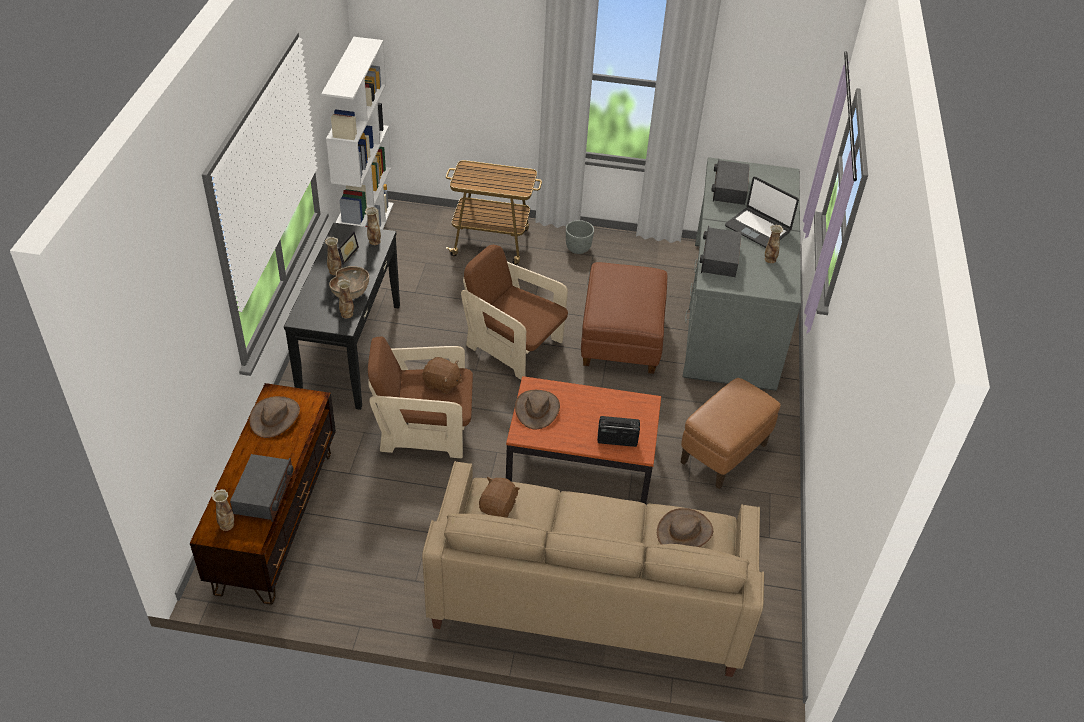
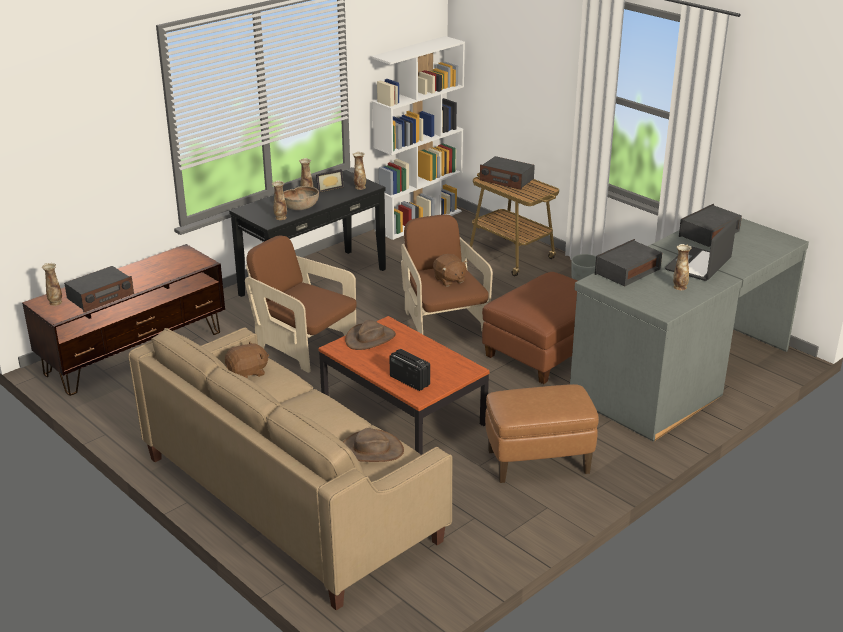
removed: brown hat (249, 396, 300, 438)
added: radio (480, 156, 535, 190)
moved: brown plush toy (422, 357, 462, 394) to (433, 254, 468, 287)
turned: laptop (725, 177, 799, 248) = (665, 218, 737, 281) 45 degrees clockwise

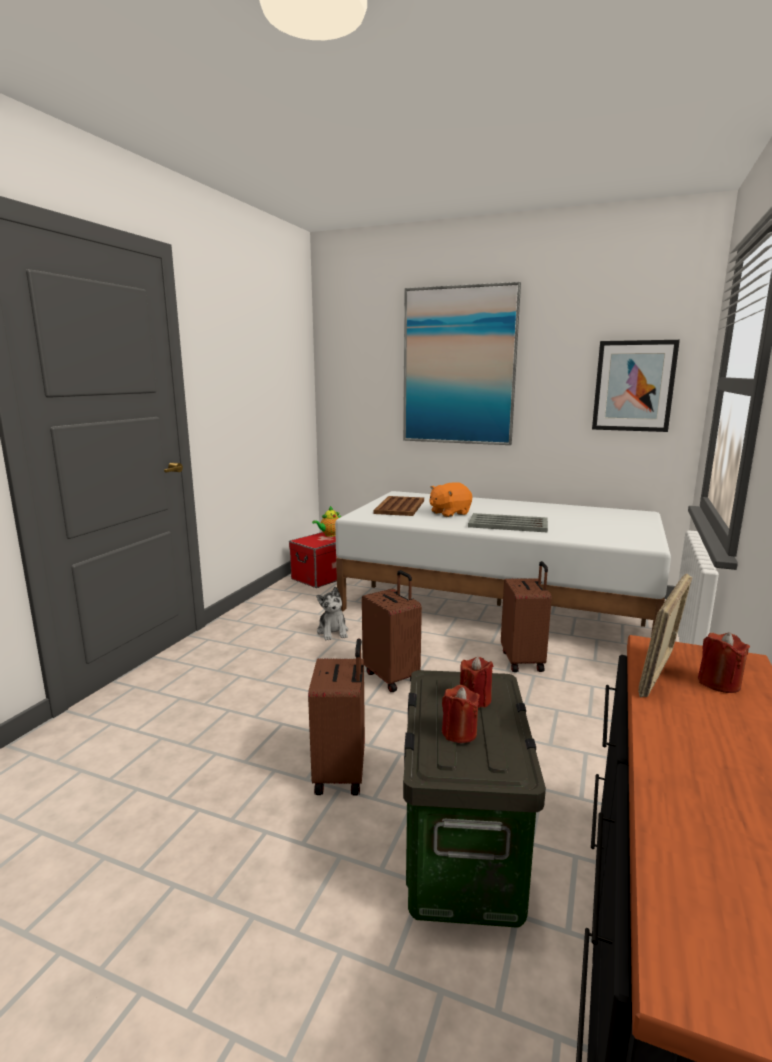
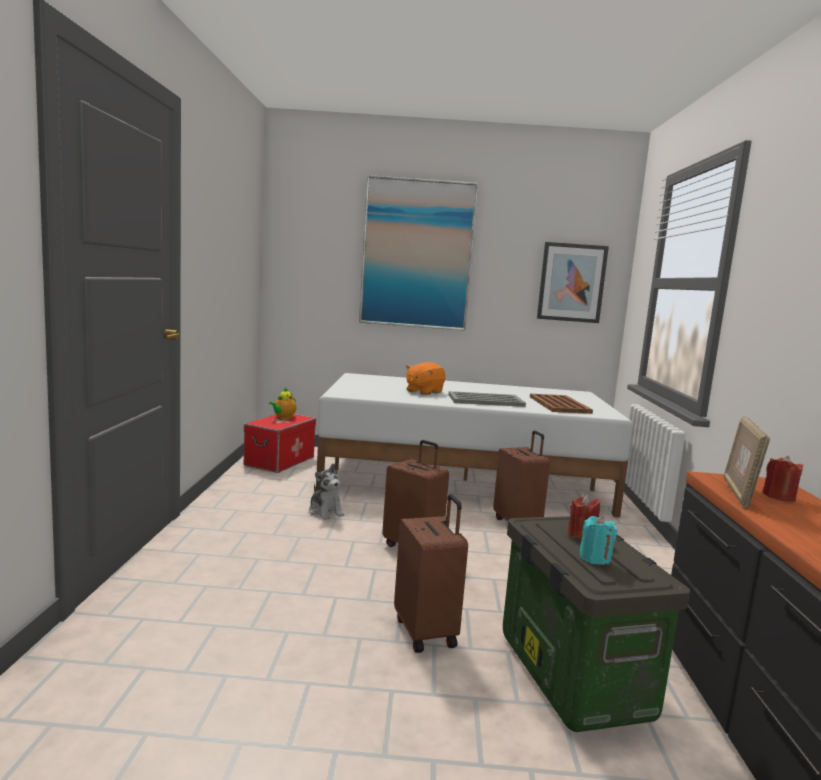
moved: brown tray (373, 496, 424, 516) to (530, 394, 593, 414)
recoloured: red candle (442, 685, 480, 743) to turquoise candle (579, 516, 617, 565)

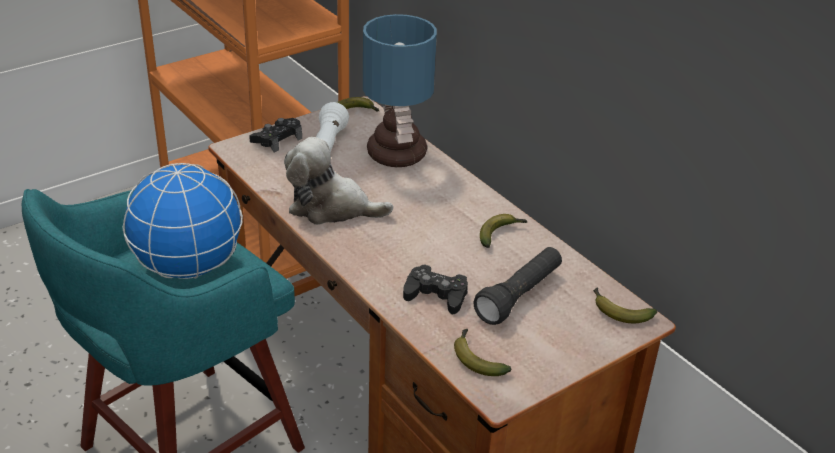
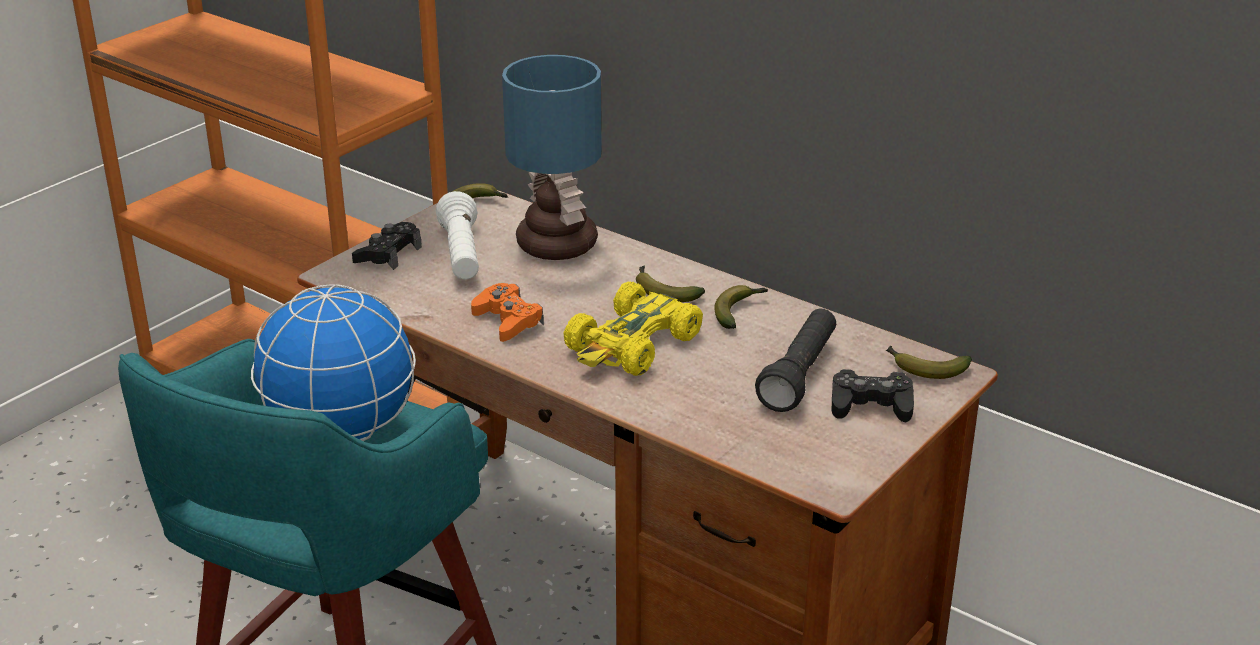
added: yellow toy car (563, 281, 703, 376)
moved: black game controller (403, 264, 468, 314) to (831, 369, 914, 422); banana (454, 329, 512, 376) to (636, 266, 705, 302)
replaced: plush toy (284, 137, 393, 225) to orange game controller (471, 283, 544, 342)

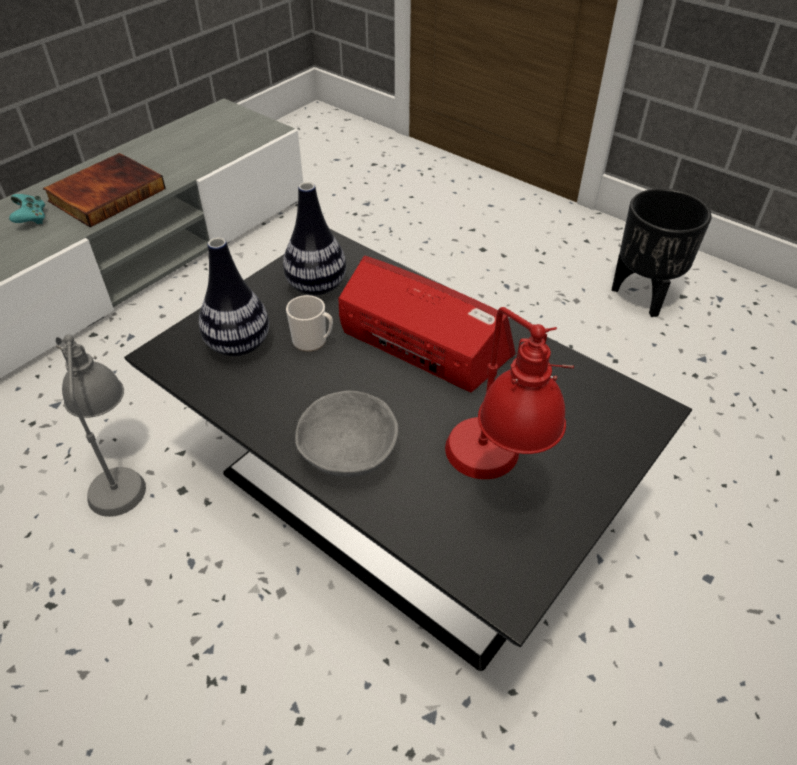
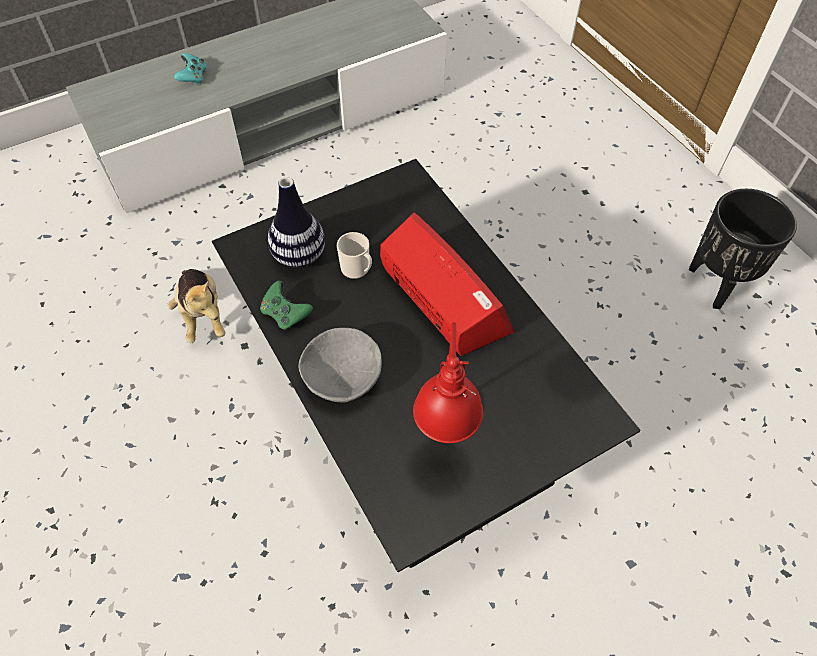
removed: book (43, 153, 166, 227); vase (283, 182, 346, 295)
added: green game controller (260, 280, 313, 330)
replaced: grey table lamp (56, 334, 146, 517) to plush toy (167, 269, 226, 343)

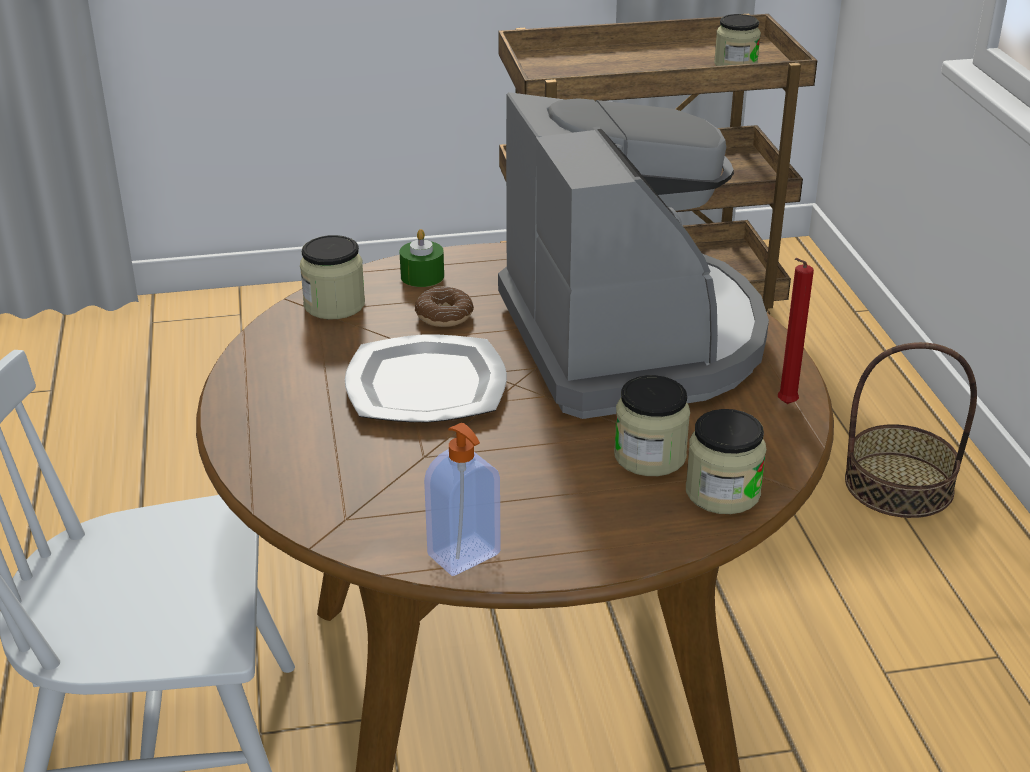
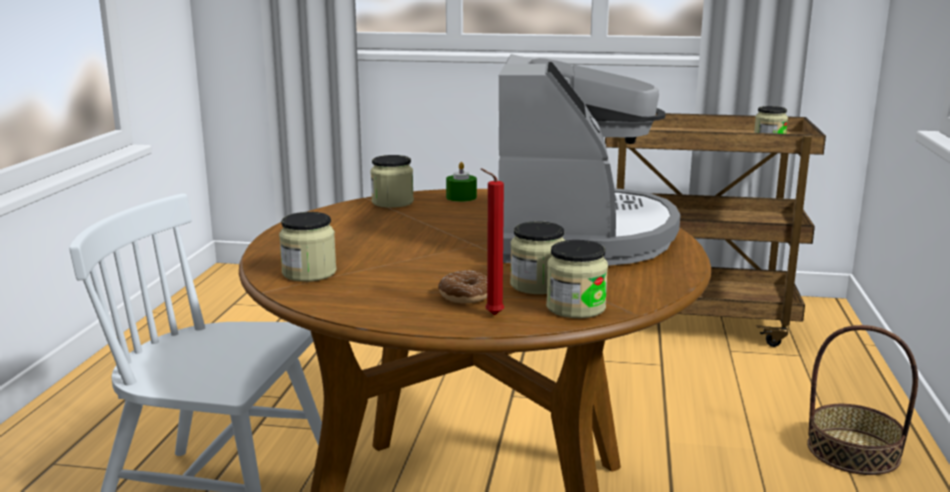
removed: plate (345, 334, 507, 422); soap dispenser (424, 423, 501, 576)
added: jar (279, 212, 337, 282)
moved: red candle (778, 258, 814, 404) to (481, 168, 504, 315); donut (415, 286, 474, 327) to (438, 270, 487, 303)

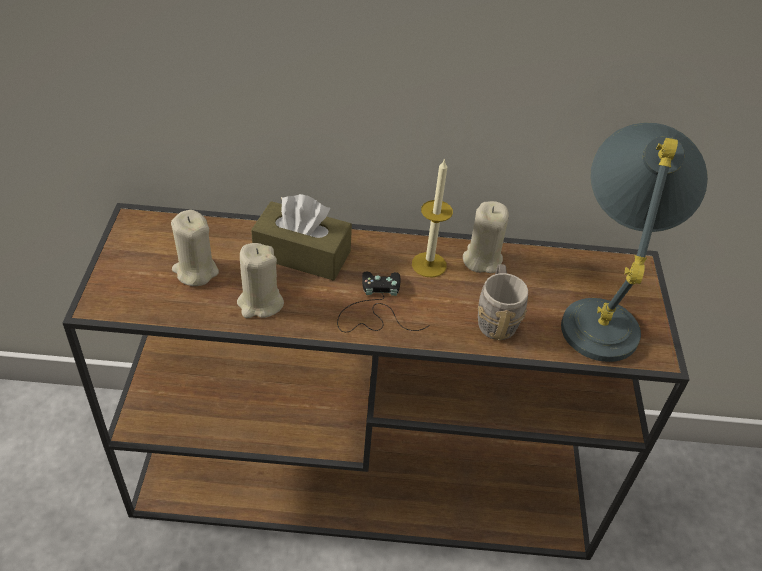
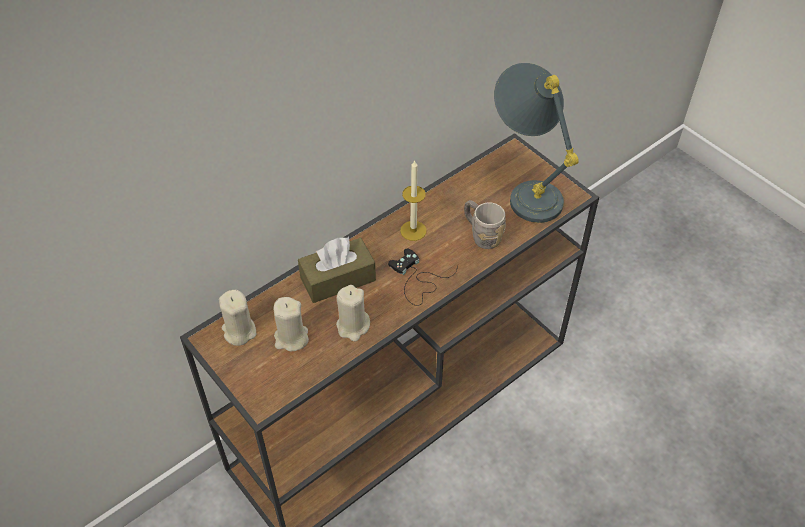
moved: beige candle (463, 201, 509, 273) to (219, 290, 256, 346)

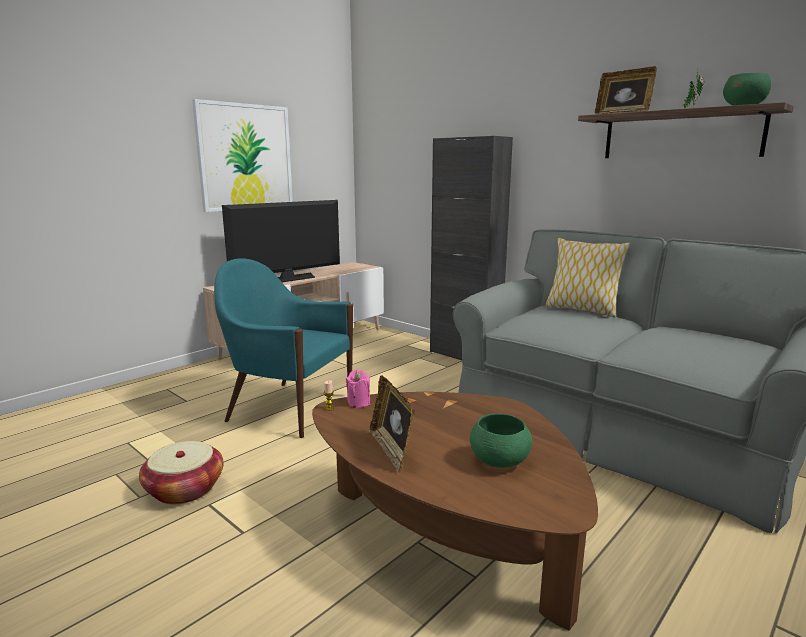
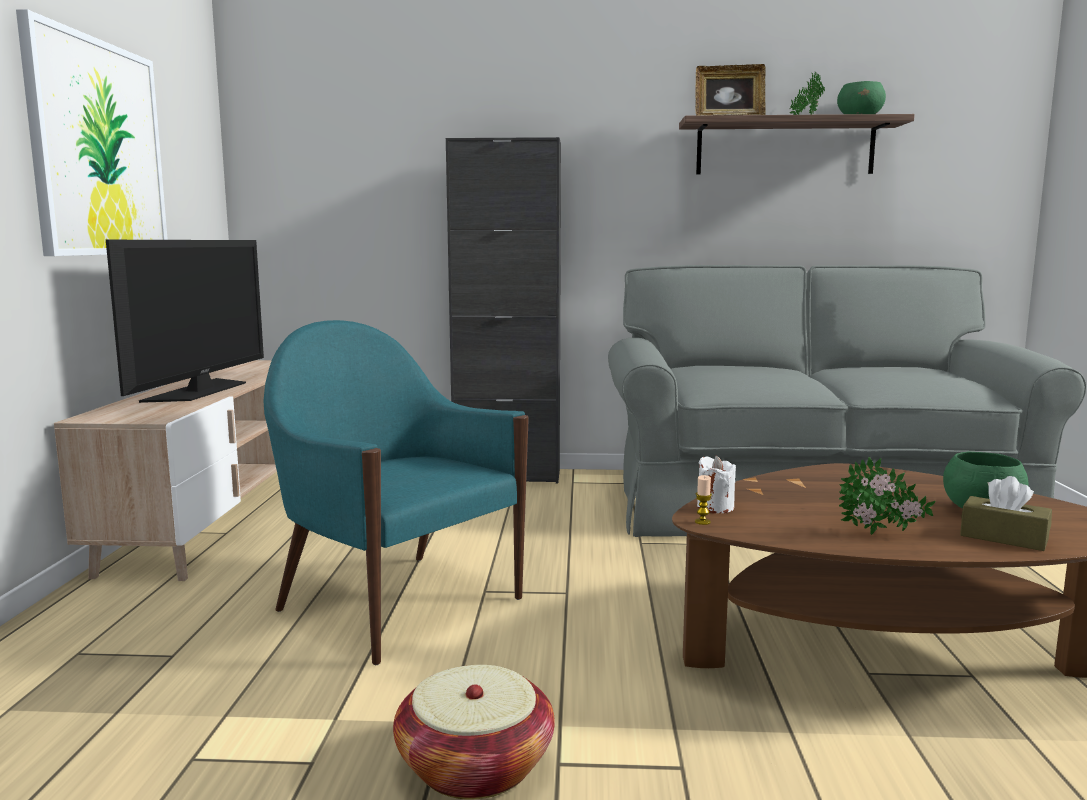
removed: pillow (545, 238, 630, 318)
added: brown tissue box (960, 476, 1052, 551)
replaced: picture frame (369, 375, 415, 472) to potted plant (839, 456, 935, 535)
recoloured: pink candle (346, 370, 370, 408) to white candle (697, 456, 736, 513)
turned: turquoise armchair (214, 258, 353, 438) = (264, 320, 529, 665) 60 degrees clockwise

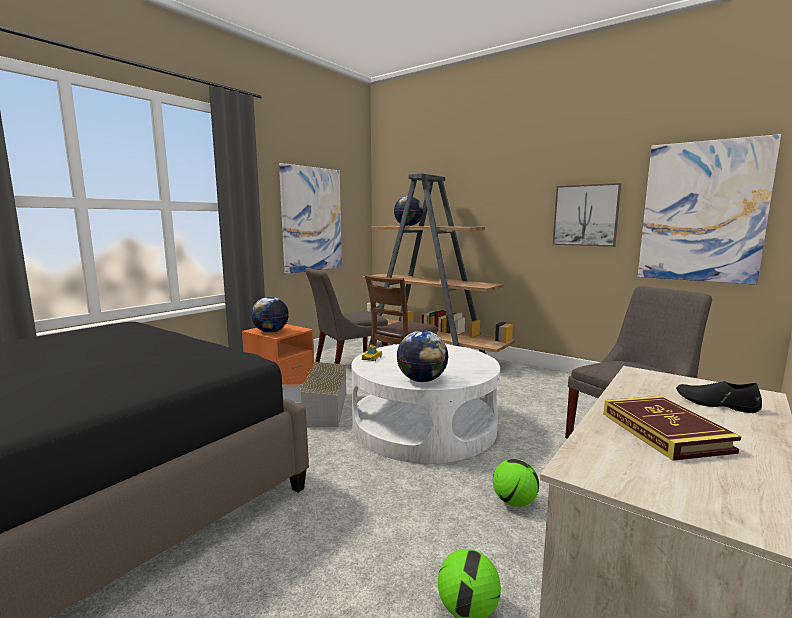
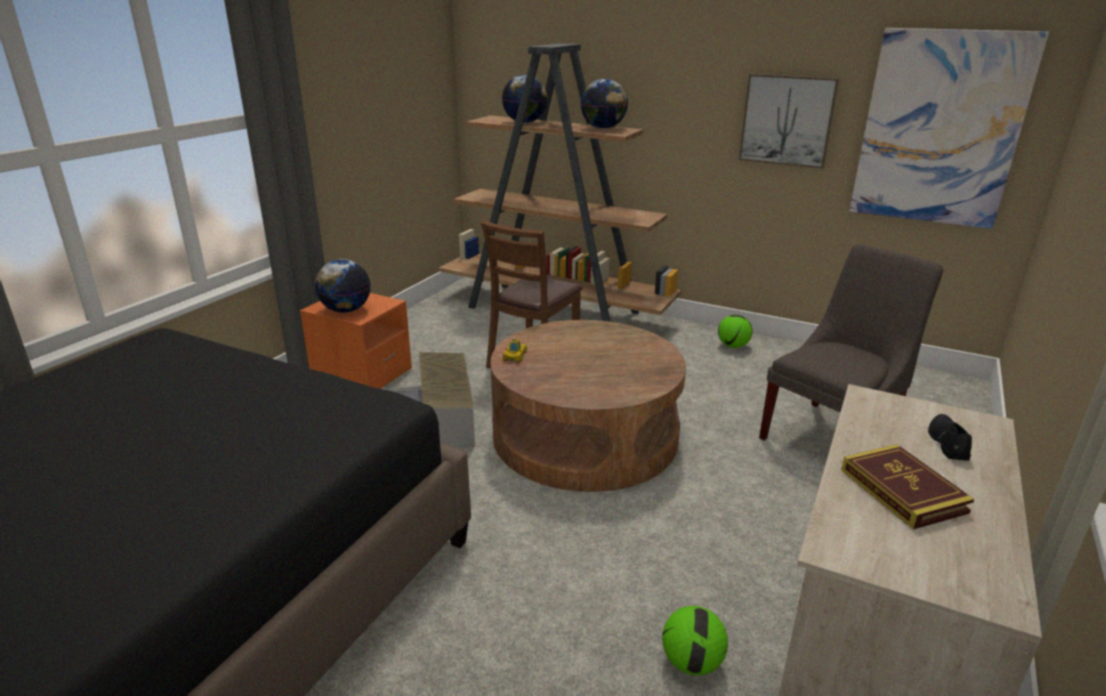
removed: picture (279, 163, 342, 274); grey chair (305, 268, 388, 364)
moved: globe (397, 330, 449, 382) to (581, 79, 628, 129); football (493, 459, 539, 507) to (718, 315, 753, 348)
recoloured: white coffee table (351, 344, 500, 464) to brown coffee table (491, 320, 686, 492)
turned: black shoe (676, 381, 762, 413) = (928, 414, 972, 461) 75 degrees clockwise

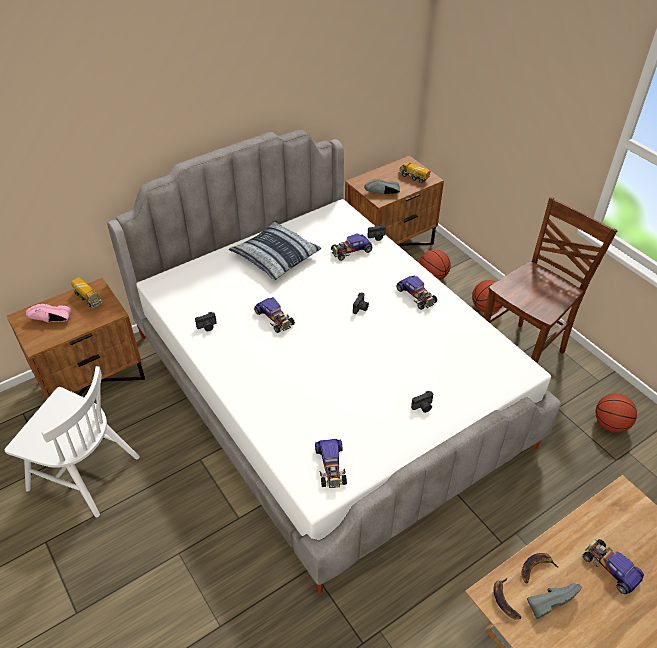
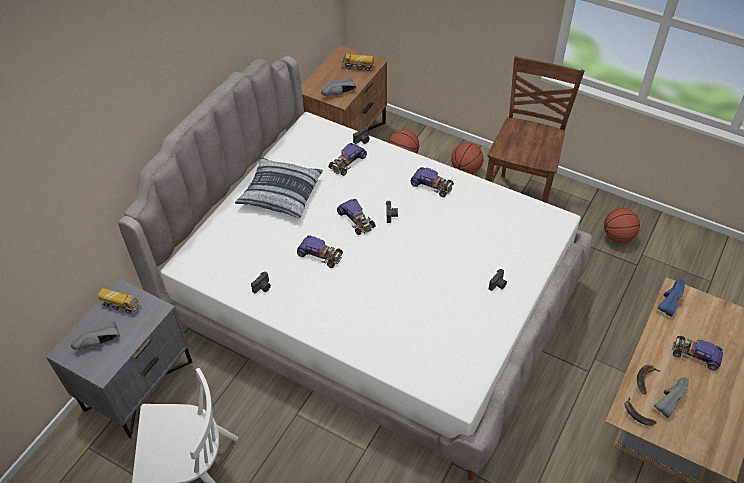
added: blue shoe (657, 279, 685, 317)
moved: toy car (315, 439, 347, 488) to (337, 199, 375, 235)
recoloured: brown nightstand (7, 278, 145, 399) to grey nightstand (46, 279, 193, 438); pink shoe (25, 304, 72, 323) to grey shoe (71, 322, 120, 350)

